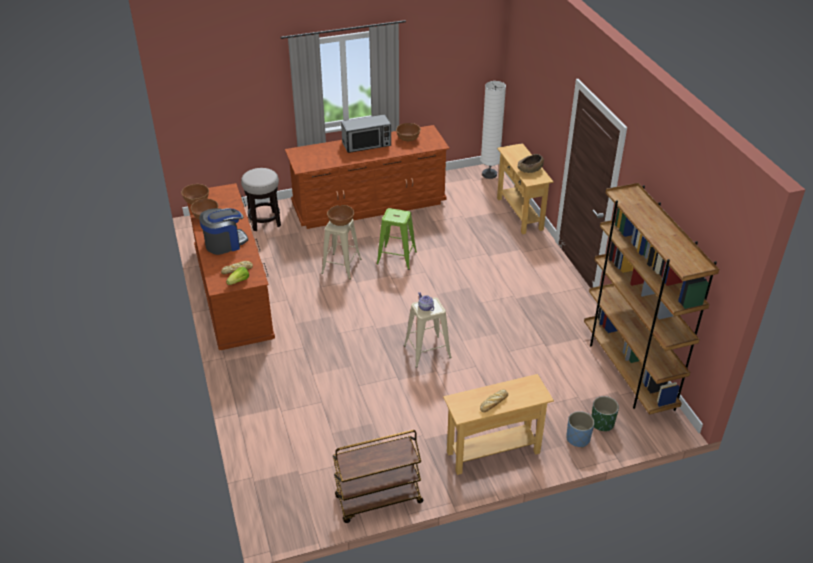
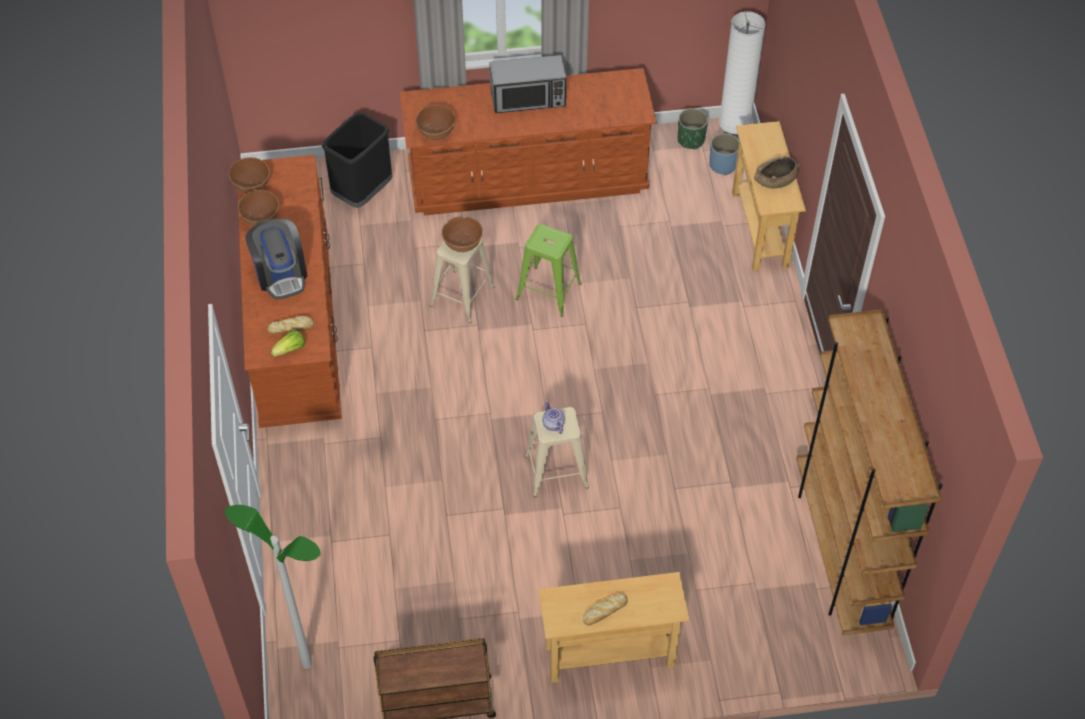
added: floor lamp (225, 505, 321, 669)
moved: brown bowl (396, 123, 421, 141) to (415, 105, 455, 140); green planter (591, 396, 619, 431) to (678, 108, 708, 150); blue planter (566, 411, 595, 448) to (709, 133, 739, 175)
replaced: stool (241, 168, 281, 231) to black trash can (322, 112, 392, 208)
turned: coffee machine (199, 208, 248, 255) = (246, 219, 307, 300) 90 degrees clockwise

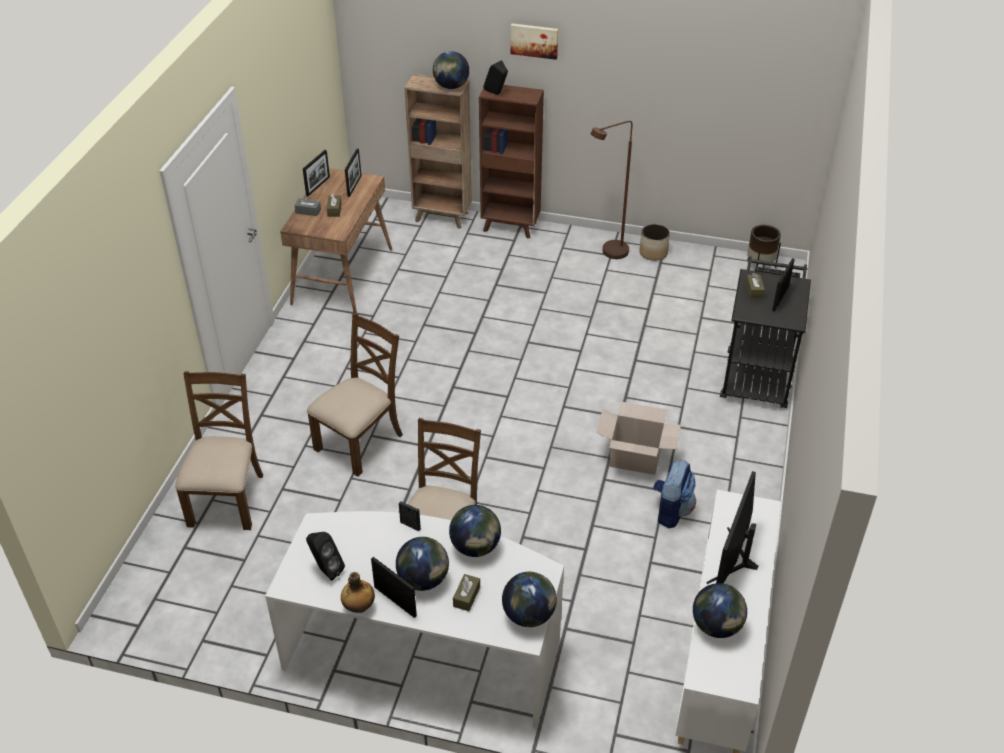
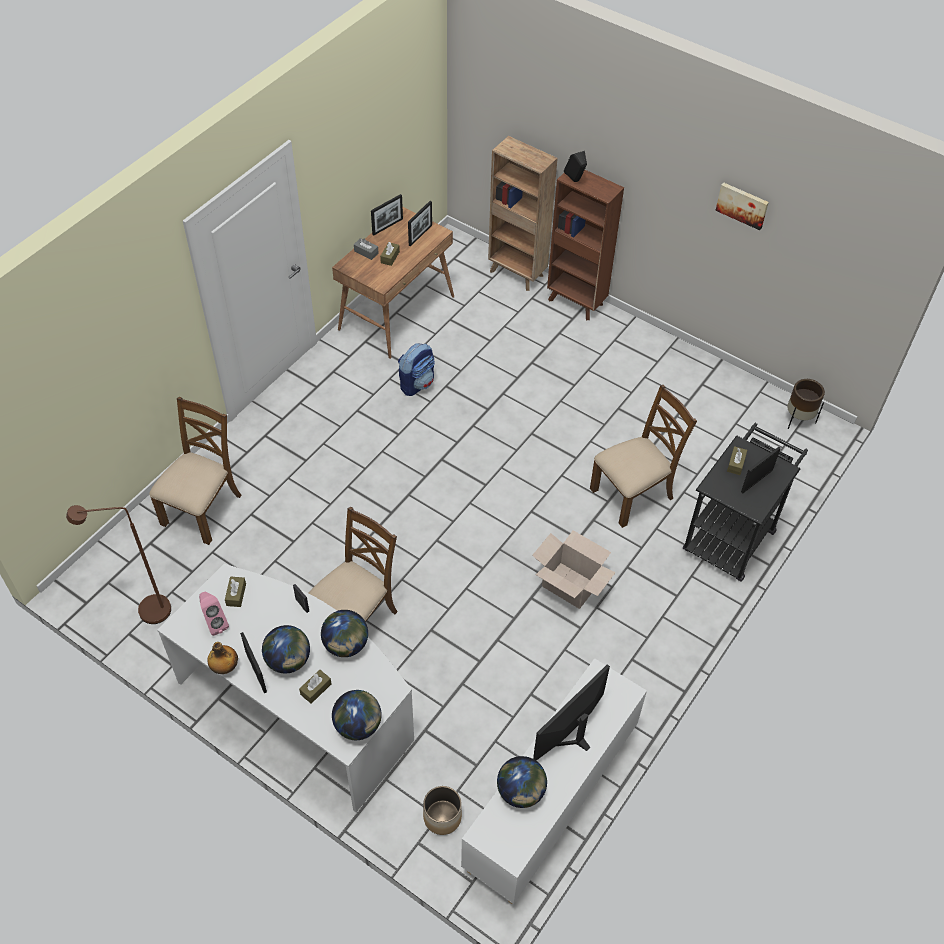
removed: globe (433, 51, 469, 89)
added: brown tissue box (225, 577, 246, 607)
moved: picture (511, 23, 558, 60) to (715, 182, 769, 230); brown floor lamp (591, 121, 633, 259) to (66, 505, 171, 624); planter (639, 224, 670, 261) to (423, 786, 462, 835); brown chair (307, 313, 403, 477) to (590, 385, 697, 528); backpack (653, 460, 696, 528) to (398, 343, 435, 396)
recoloured: black speaker (306, 532, 345, 581) to pink speaker (199, 592, 229, 636)

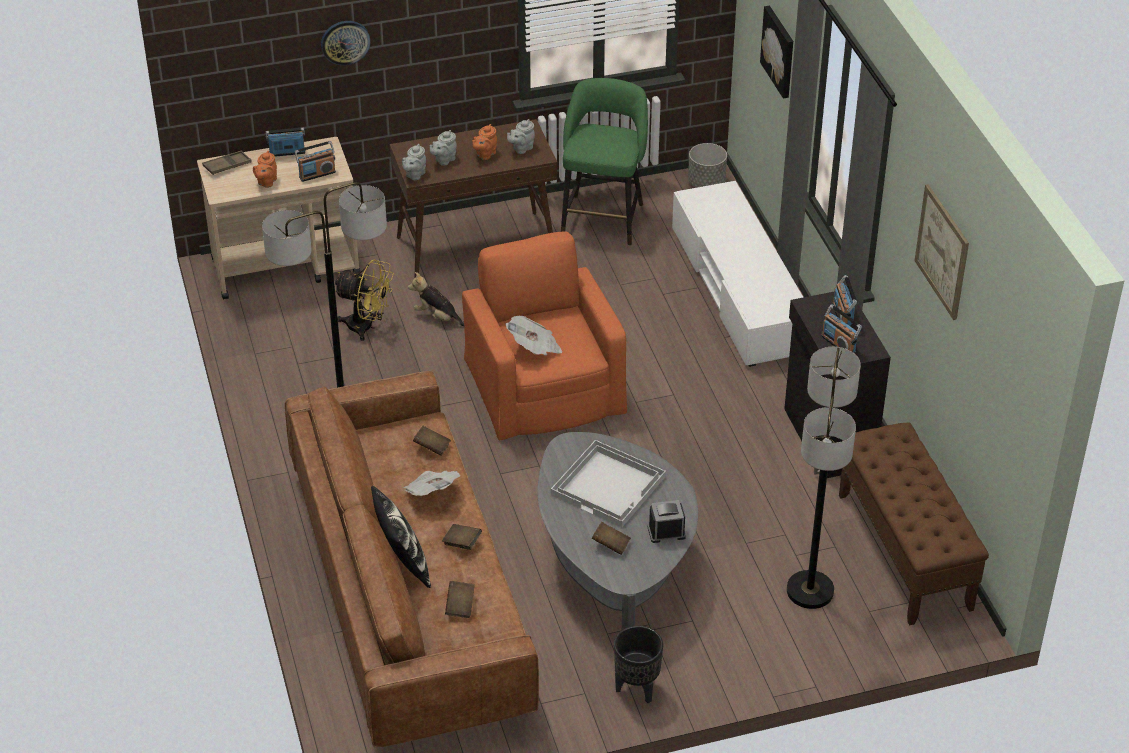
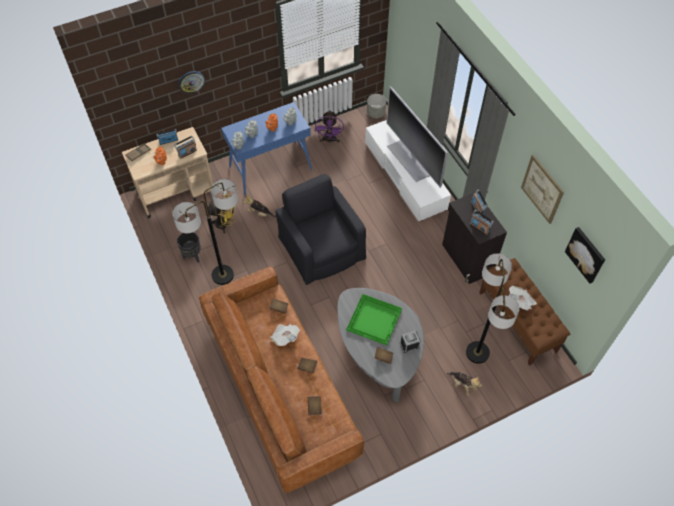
removed: pillow (371, 485, 431, 588)
added: television (386, 86, 448, 188); plush toy (447, 372, 482, 396)
moved: picture (760, 6, 793, 99) to (565, 227, 605, 283); newspaper (505, 316, 563, 356) to (509, 286, 537, 311); black planter (614, 626, 663, 703) to (177, 232, 201, 263)
replaced: green stool (561, 78, 648, 246) to purple fan (315, 111, 344, 143)
recoloured: brown console table (390, 119, 557, 277) to blue console table (221, 102, 312, 195); orange armchair (462, 231, 627, 441) to black armchair (276, 174, 366, 285); white tray (551, 440, 666, 527) to green tray (347, 294, 402, 345)

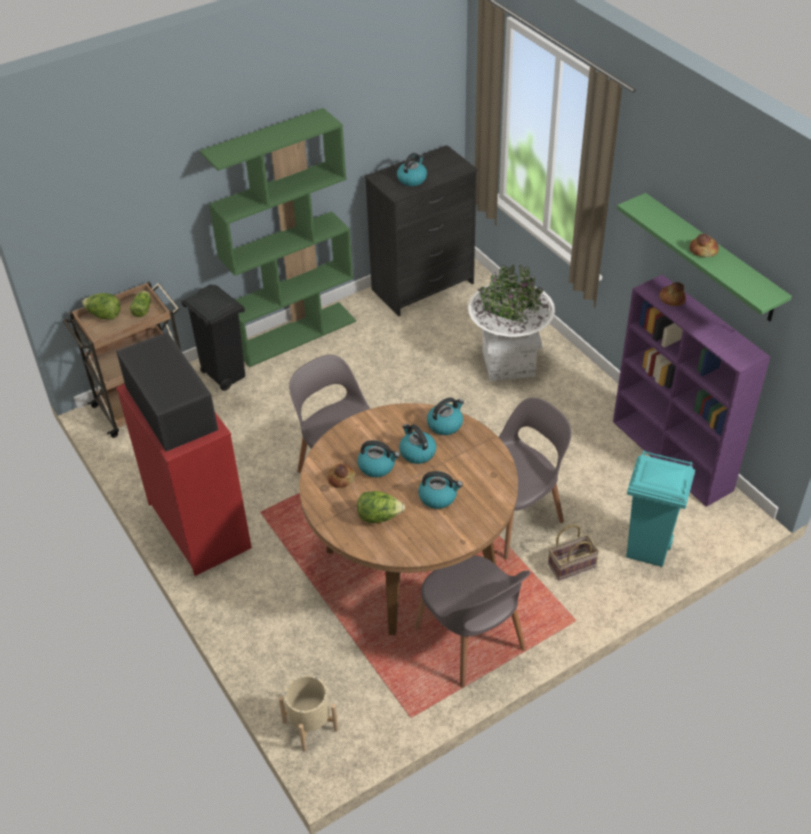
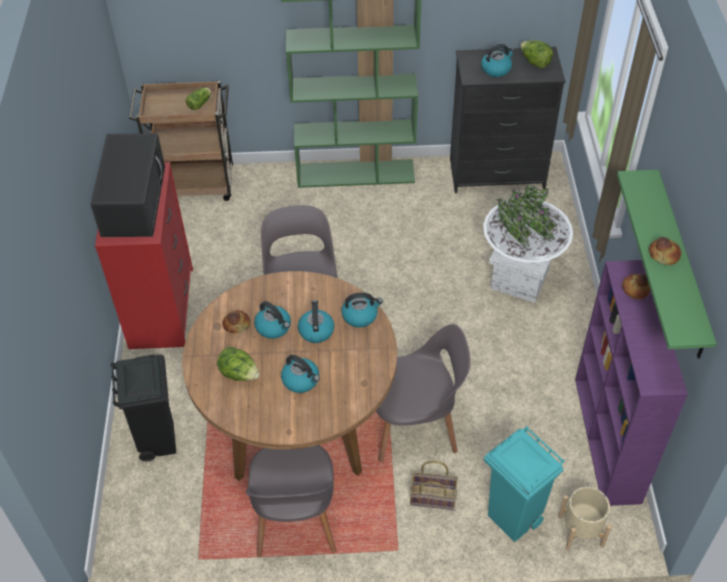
moved: black trash can (181, 284, 245, 391) to (111, 354, 176, 461); lettuce (82, 293, 121, 320) to (520, 40, 553, 68); beige planter (278, 675, 338, 751) to (558, 487, 612, 551)

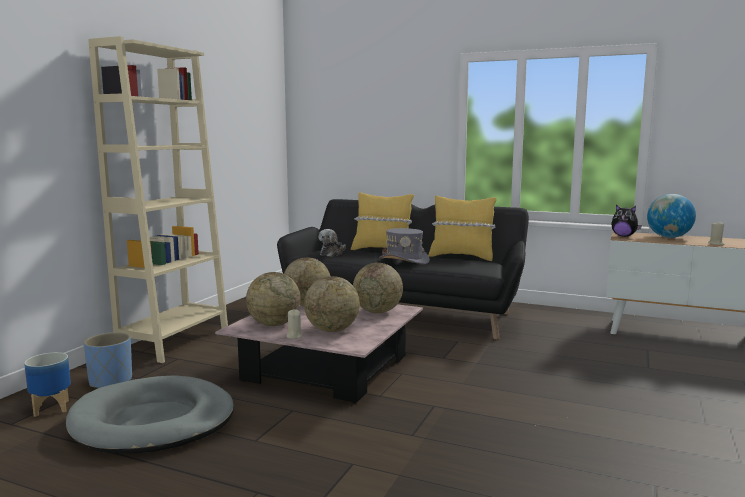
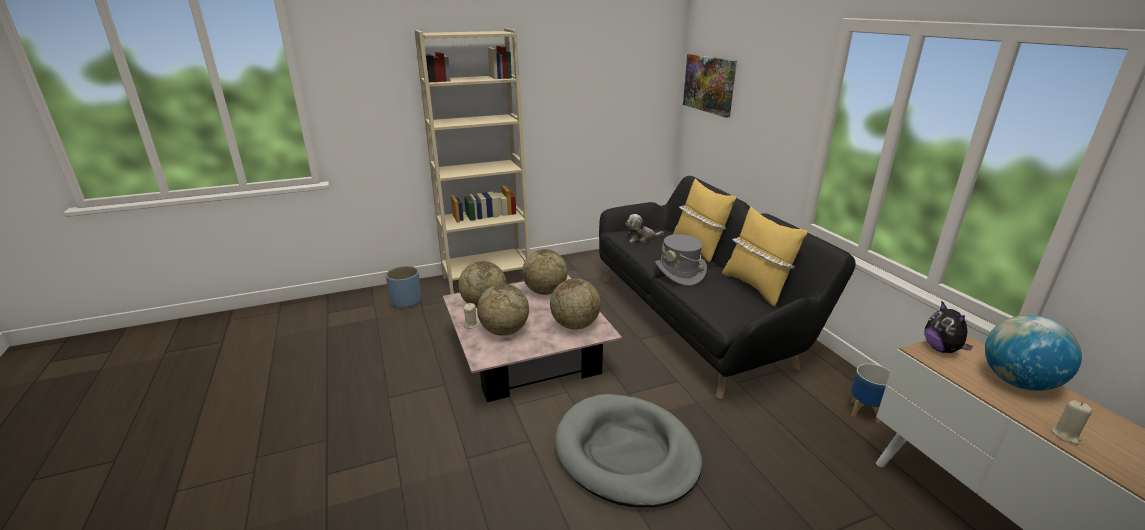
added: picture (683, 54, 737, 118)
moved: planter (24, 352, 71, 417) to (851, 363, 890, 423); grey dog bed (66, 375, 234, 453) to (555, 394, 702, 507)

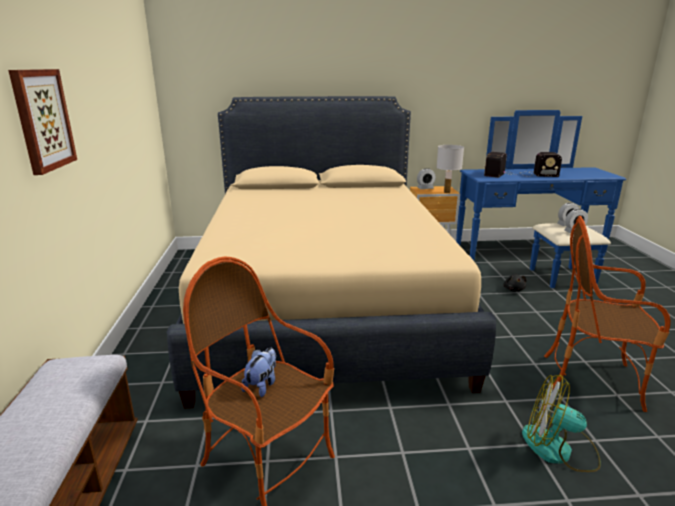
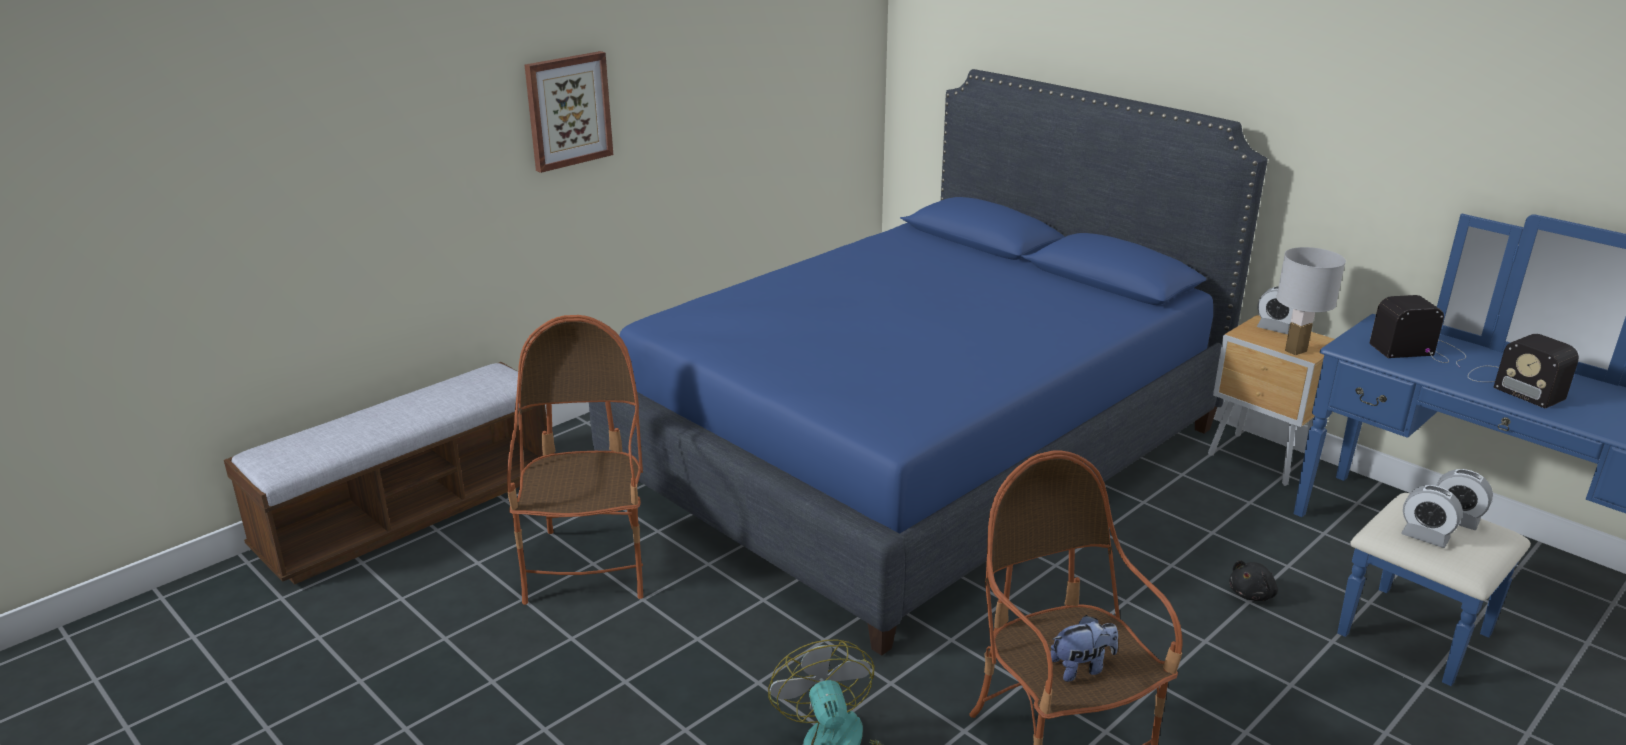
moved: plush toy (241, 348, 276, 397) to (1051, 615, 1118, 682)
recoloured: beige bed (167, 96, 496, 408) to blue bed (589, 69, 1268, 656)

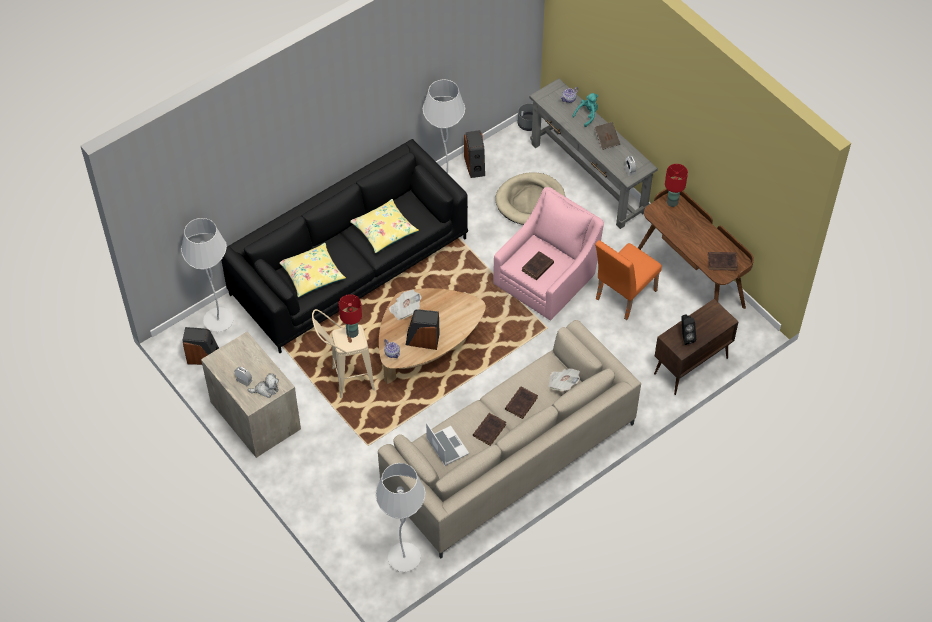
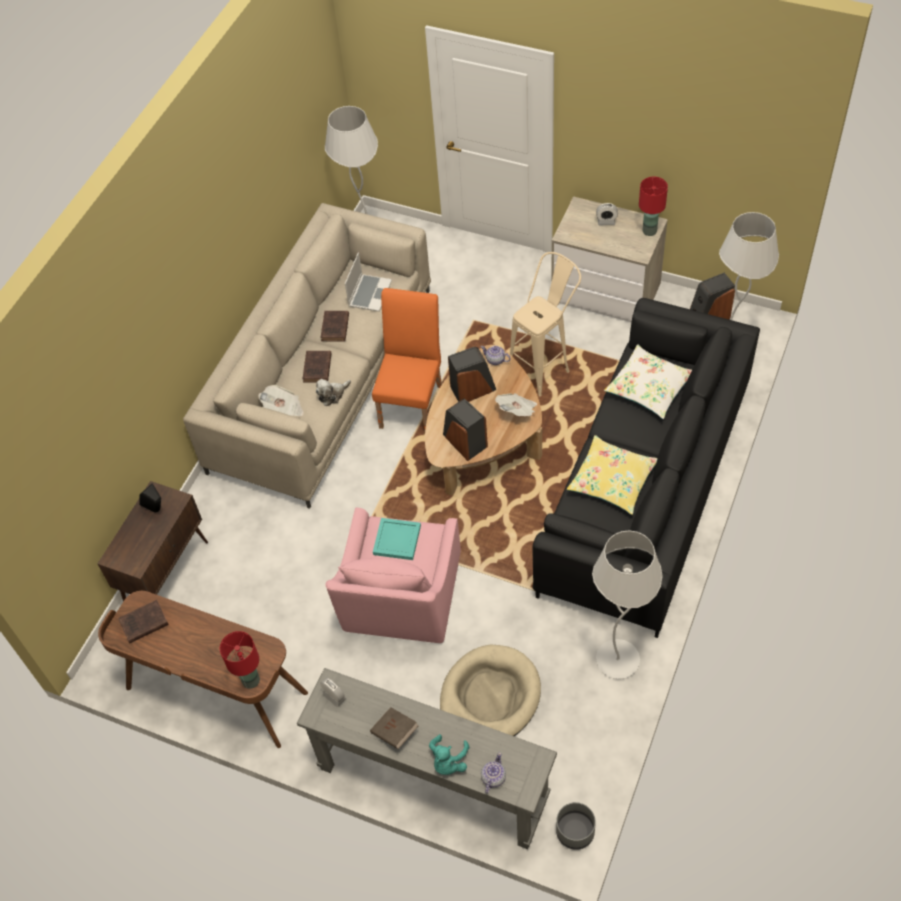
moved: speaker (464, 130, 485, 178) to (443, 399, 488, 461); orange chair (595, 240, 662, 320) to (372, 288, 442, 434); red table lamp (339, 294, 362, 338) to (639, 177, 668, 236); plush toy (248, 373, 279, 398) to (316, 379, 351, 406)
replaced: brown book (522, 251, 554, 280) to turquoise tray (373, 518, 421, 560)
recoloured: yellow pillow (279, 243, 346, 297) to white pillow (604, 345, 692, 419)
turned: laptop (426, 423, 469, 466) = (345, 252, 392, 312) 105 degrees counterclockwise

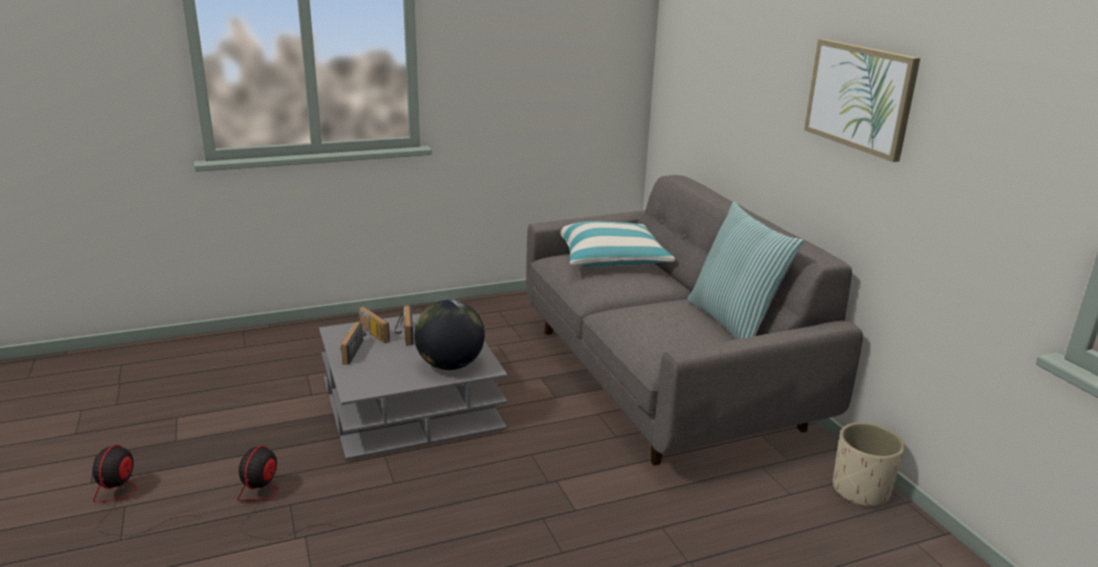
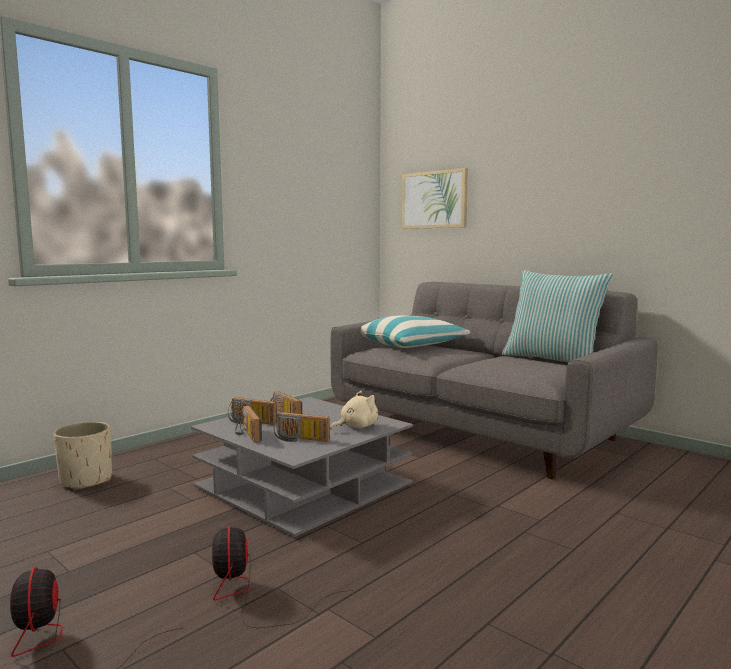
added: radio (273, 412, 330, 442)
moved: picture (804, 39, 920, 162) to (402, 168, 468, 229); beige planter (833, 422, 905, 507) to (53, 422, 112, 490)
replaced: globe (414, 300, 485, 370) to beige plush toy (330, 391, 378, 429)

